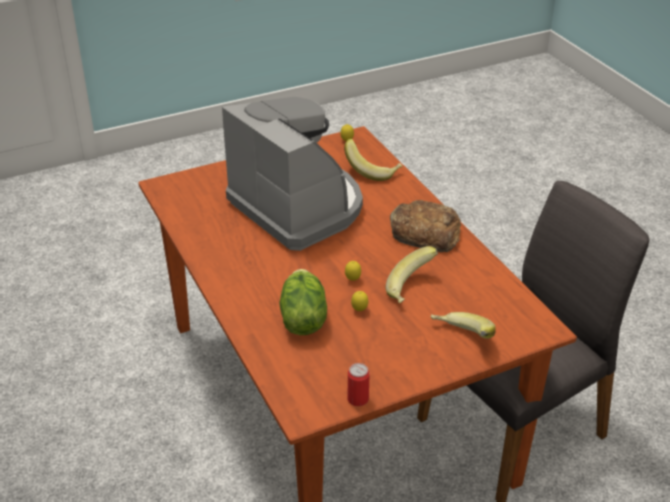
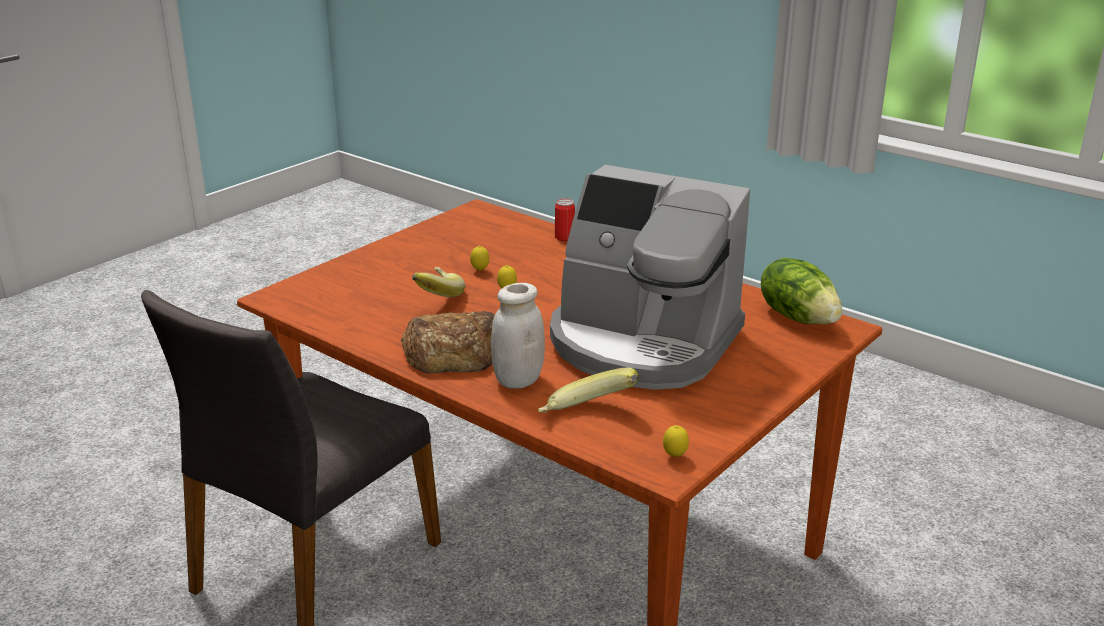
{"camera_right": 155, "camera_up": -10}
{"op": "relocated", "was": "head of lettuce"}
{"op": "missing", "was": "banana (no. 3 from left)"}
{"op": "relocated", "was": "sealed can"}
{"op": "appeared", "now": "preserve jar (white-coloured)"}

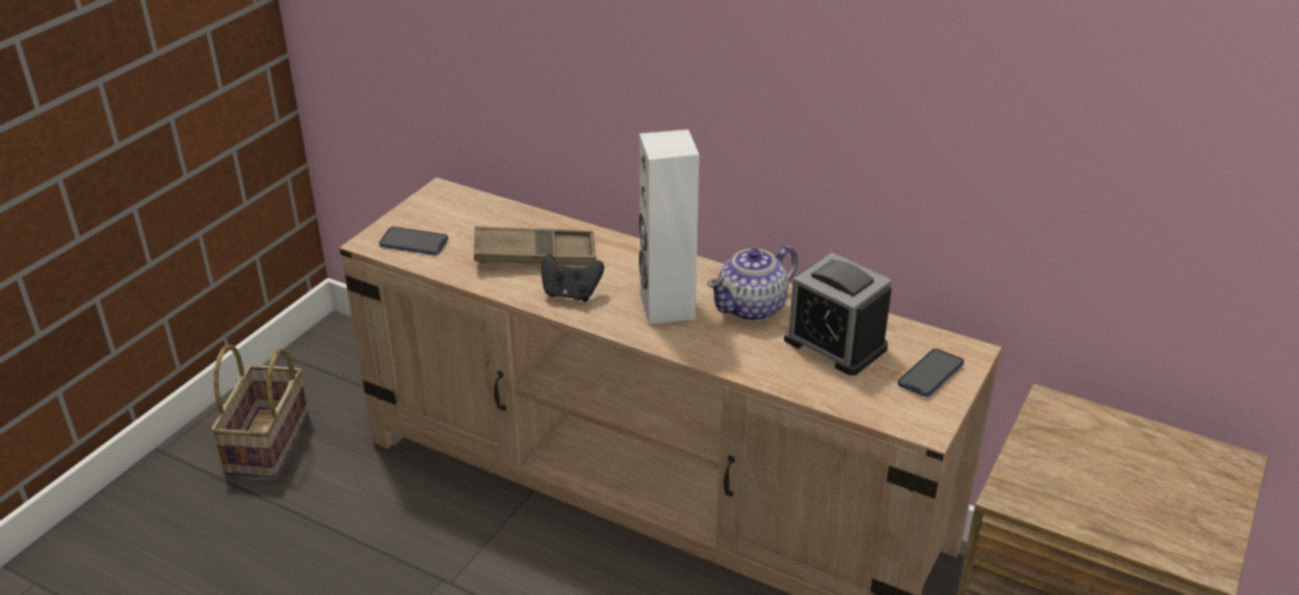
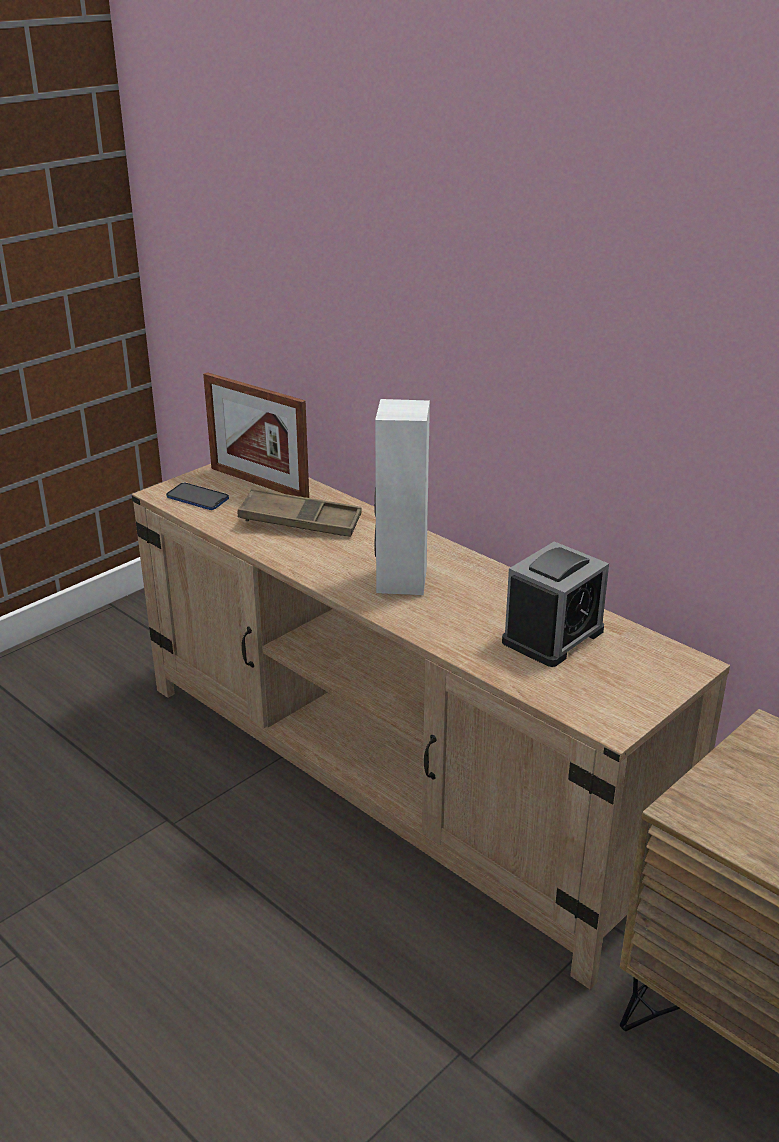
{"camera_right": 15, "camera_up": -5}
{"op": "missing", "was": "tea pot"}
{"op": "spun", "was": "alarm clock", "clockwise": -105}
{"op": "missing", "was": "gamepad (black-coloured)"}
{"op": "missing", "was": "storage basket"}
{"op": "missing", "was": "phone (no. 2 from left)"}
{"op": "appeared", "now": "standing frame"}

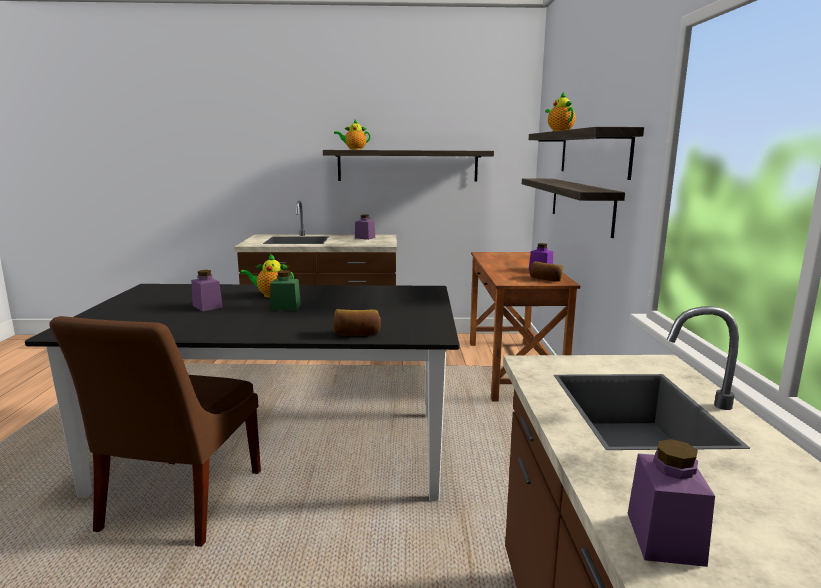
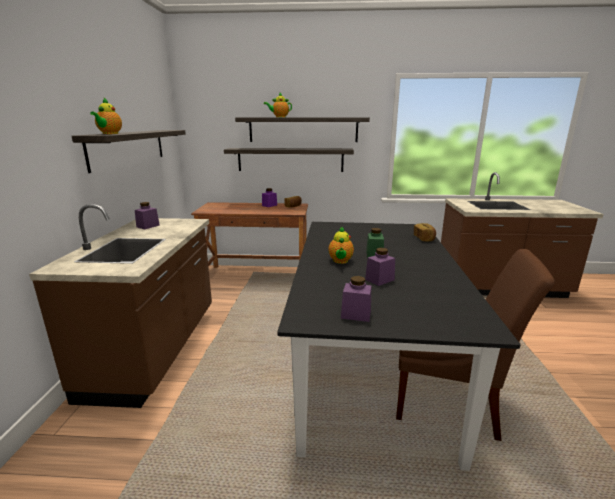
{"camera_right": -85, "camera_up": 5}
{"op": "relocated", "was": "preserve jar (purple) (no. 4 from left in the first image)", "now": "preserve jar (purple) (no. 3 from left)"}

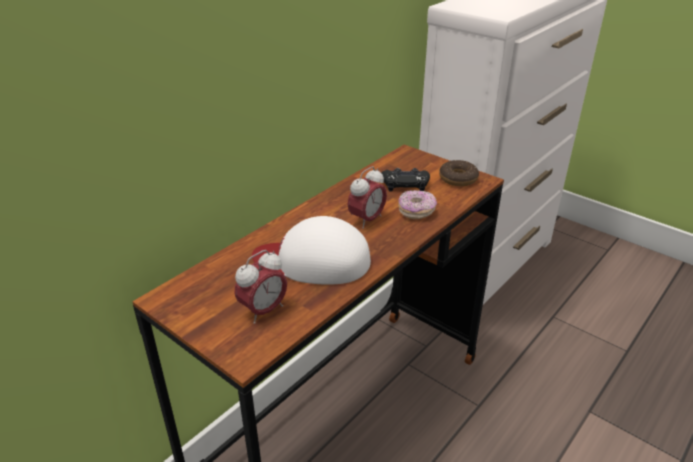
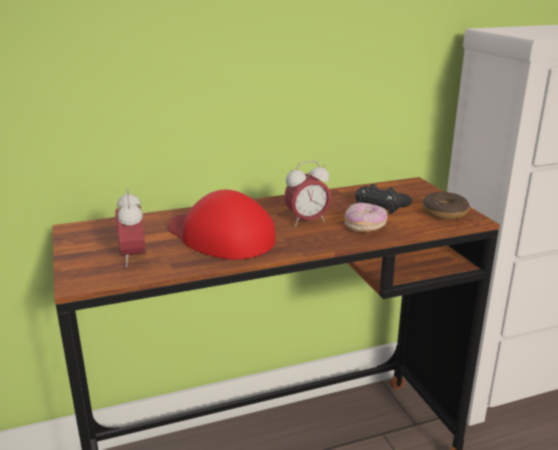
{"camera_right": 30, "camera_up": -10}
{"op": "colour", "was": "cap (white-coloured)", "now": "cap (red)"}
{"op": "spun", "was": "alarm clock (no. 1 from left)", "clockwise": 90}

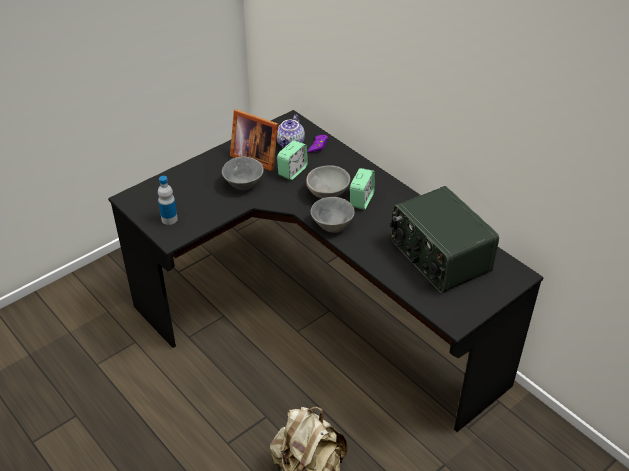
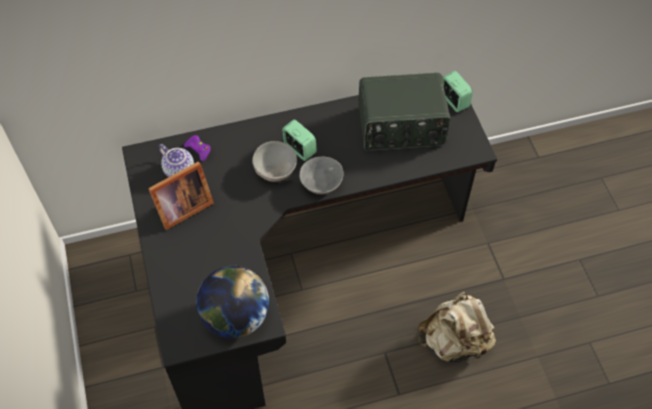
{"camera_right": -65, "camera_up": 15}
{"op": "relocated", "was": "alarm clock (no. 1 from left in the first image)", "now": "alarm clock (no. 2 from left)"}
{"op": "missing", "was": "deep dish (greyish) (no. 1 from left)"}
{"op": "exchanged", "was": "bottle", "now": "desk globe"}

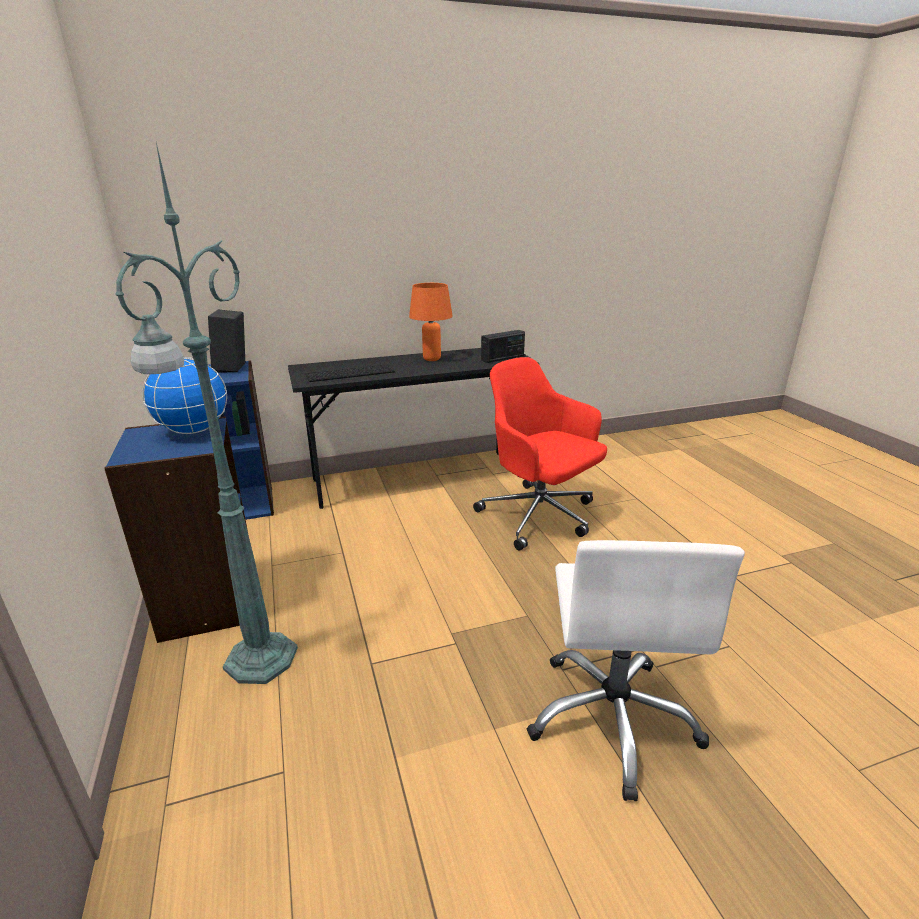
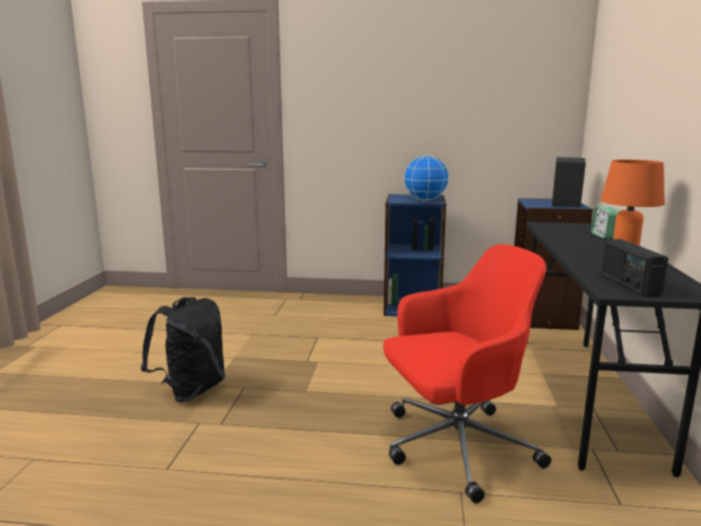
{"camera_right": 115, "camera_up": -10}
{"op": "missing", "was": "standing lamp (green-coloured)"}
{"op": "missing", "was": "keyboard"}
{"op": "exchanged", "was": "office chair (white-coloured)", "now": "rucksack (black-coloured)"}
{"op": "appeared", "now": "alarm clock"}

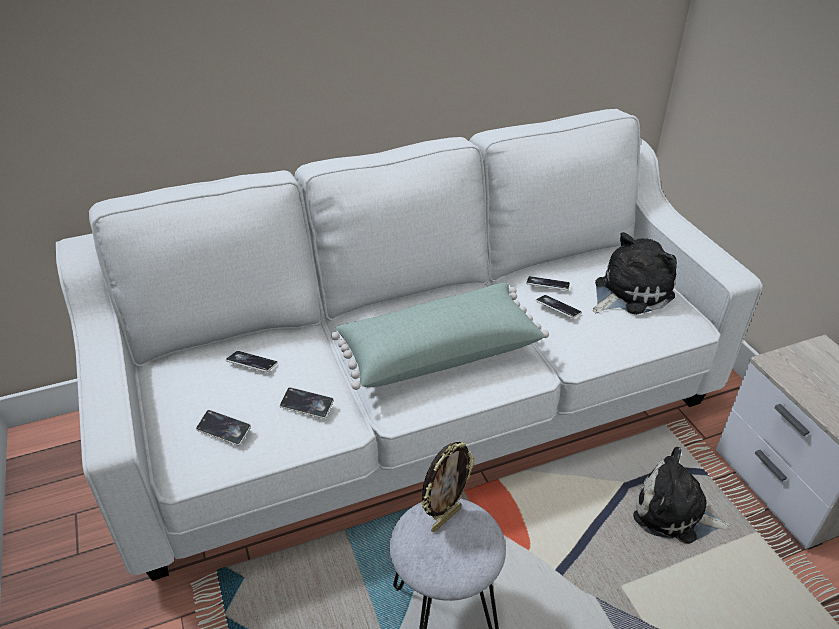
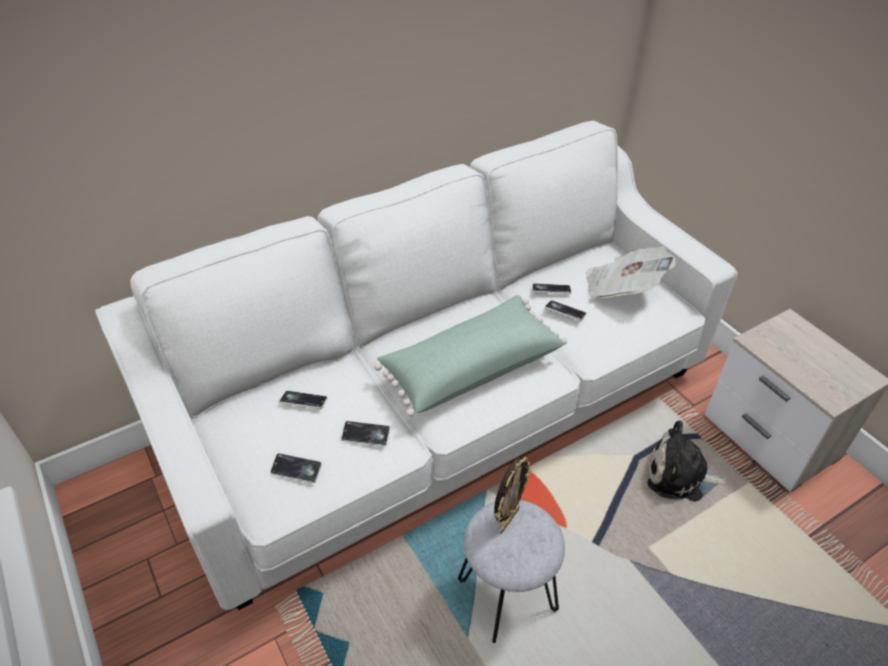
{"camera_right": -10, "camera_up": 5}
{"op": "exchanged", "was": "cuddly toy (no. 1 from left)", "now": "printed paper"}

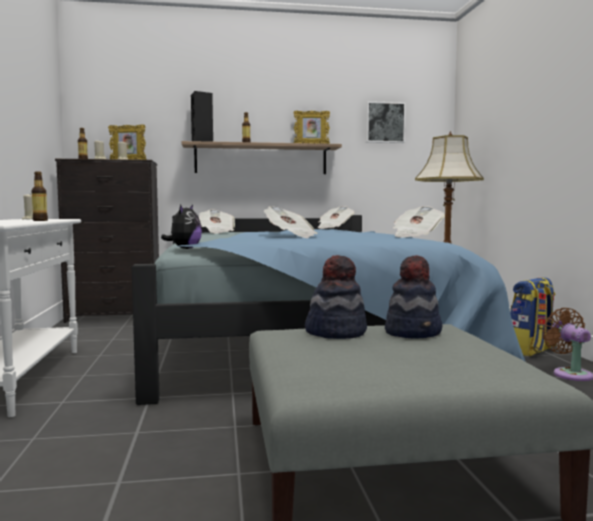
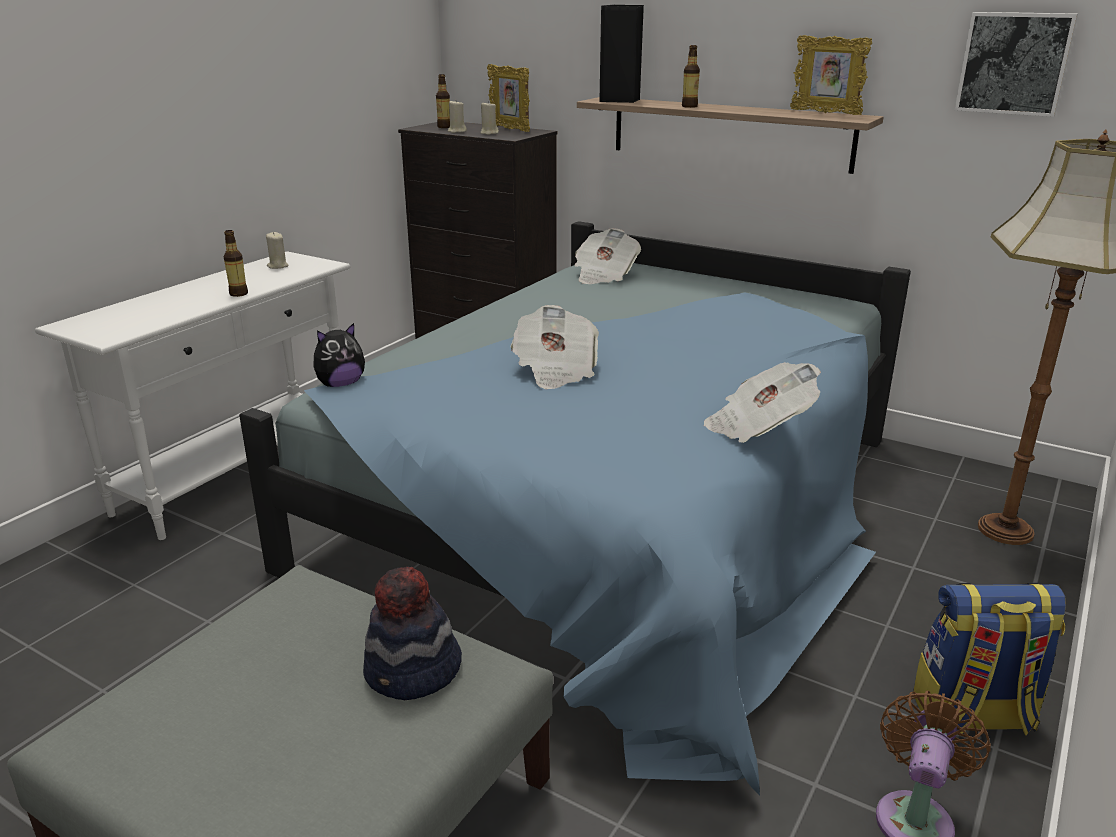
{"camera_right": 40, "camera_up": 20}
{"op": "missing", "was": "printed paper (no. 3 from left)"}
{"op": "missing", "was": "hat (no. 1 from left)"}

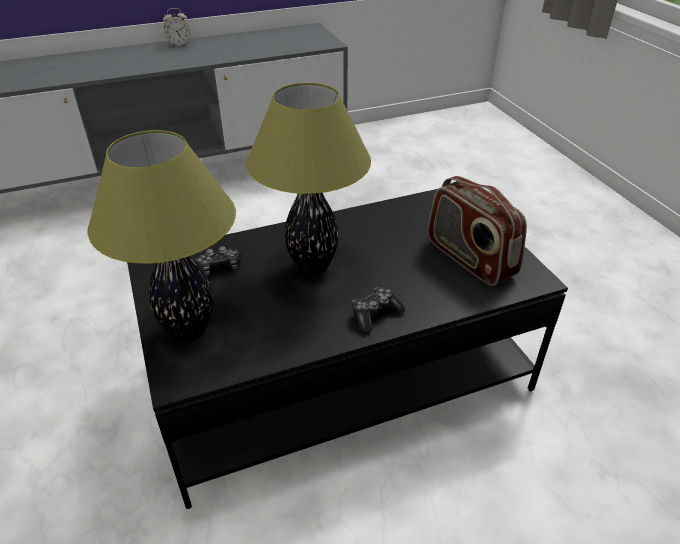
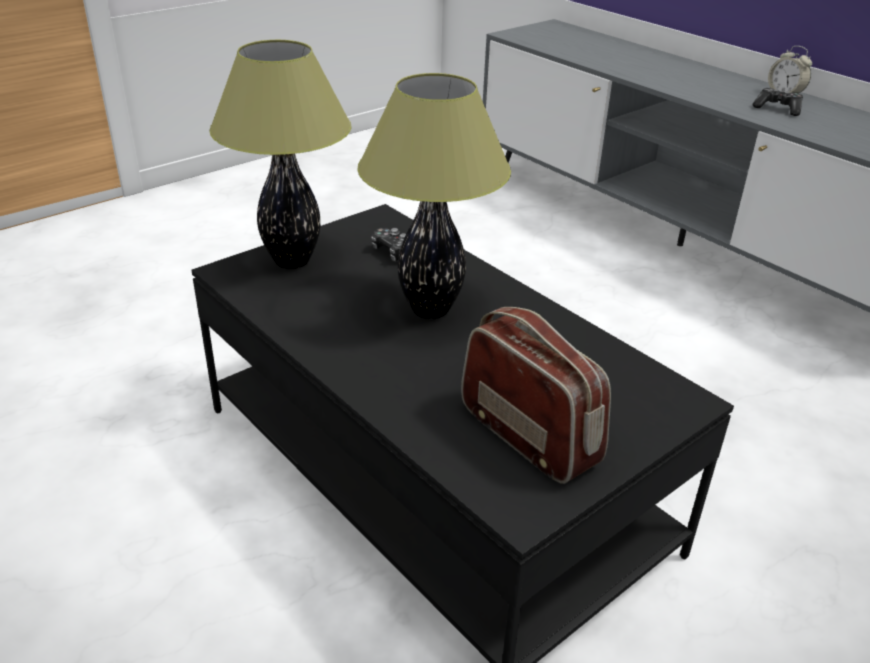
{"camera_right": 70, "camera_up": -5}
{"op": "spun", "was": "radio", "clockwise": 105}
{"op": "relocated", "was": "gamepad (no. 2 from left)"}

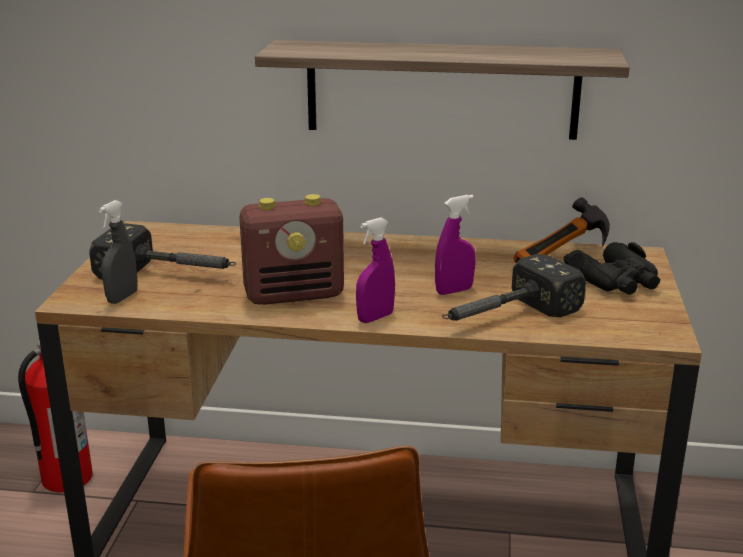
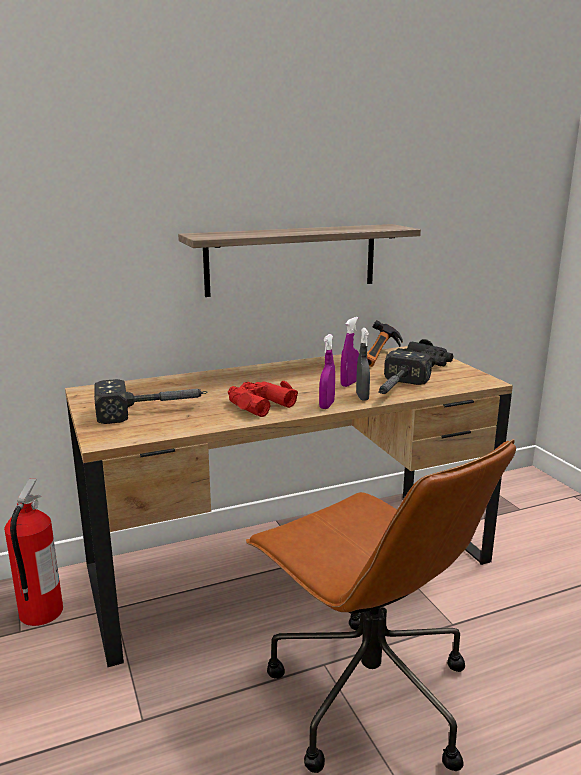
{"camera_right": -30, "camera_up": -5}
{"op": "exchanged", "was": "radio", "now": "field glasses (red)"}
{"op": "relocated", "was": "sprayer (greyish)"}

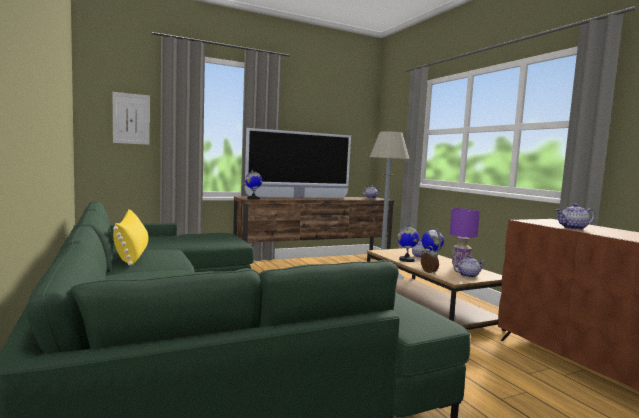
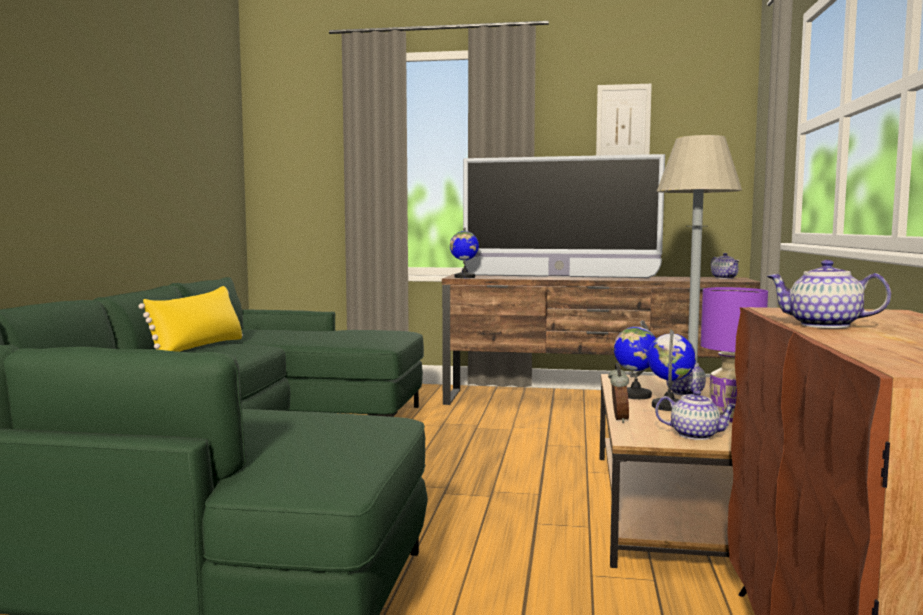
{"camera_right": 35, "camera_up": 0}
{"op": "relocated", "was": "picture"}

